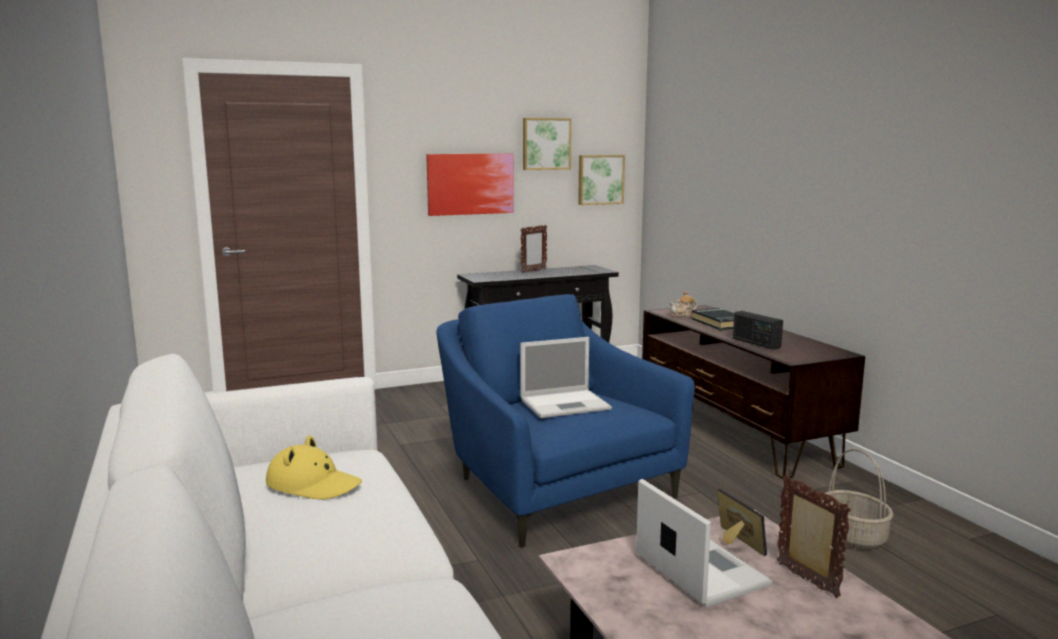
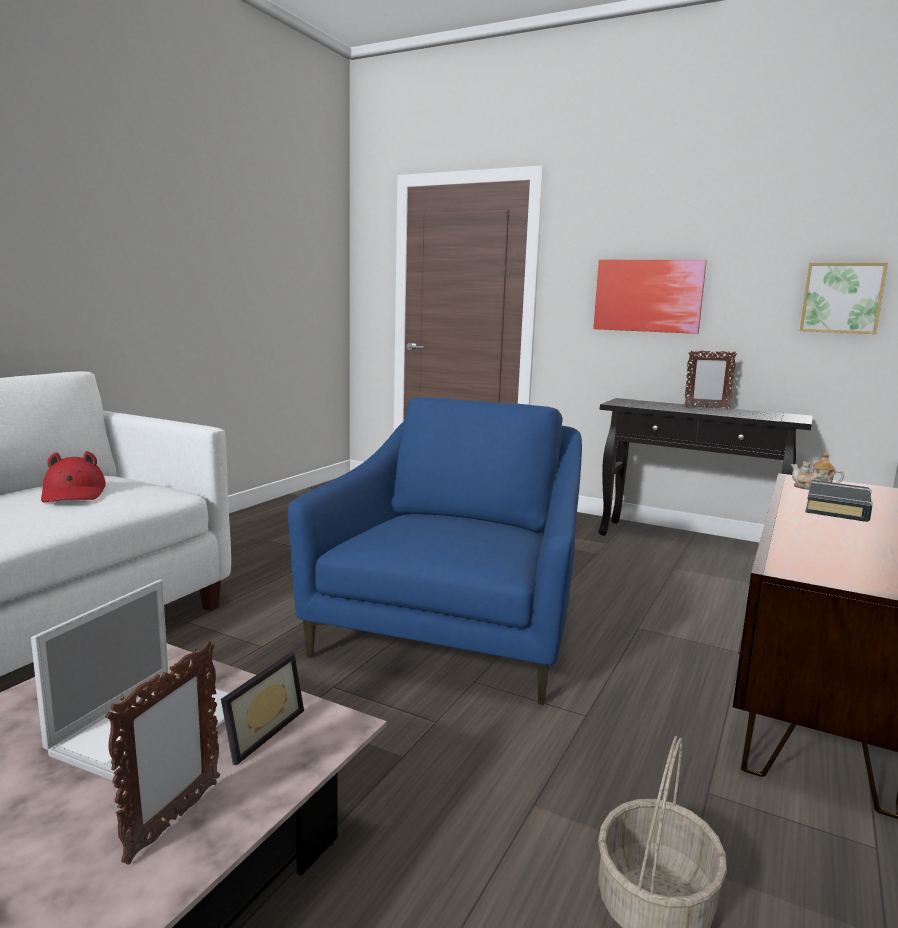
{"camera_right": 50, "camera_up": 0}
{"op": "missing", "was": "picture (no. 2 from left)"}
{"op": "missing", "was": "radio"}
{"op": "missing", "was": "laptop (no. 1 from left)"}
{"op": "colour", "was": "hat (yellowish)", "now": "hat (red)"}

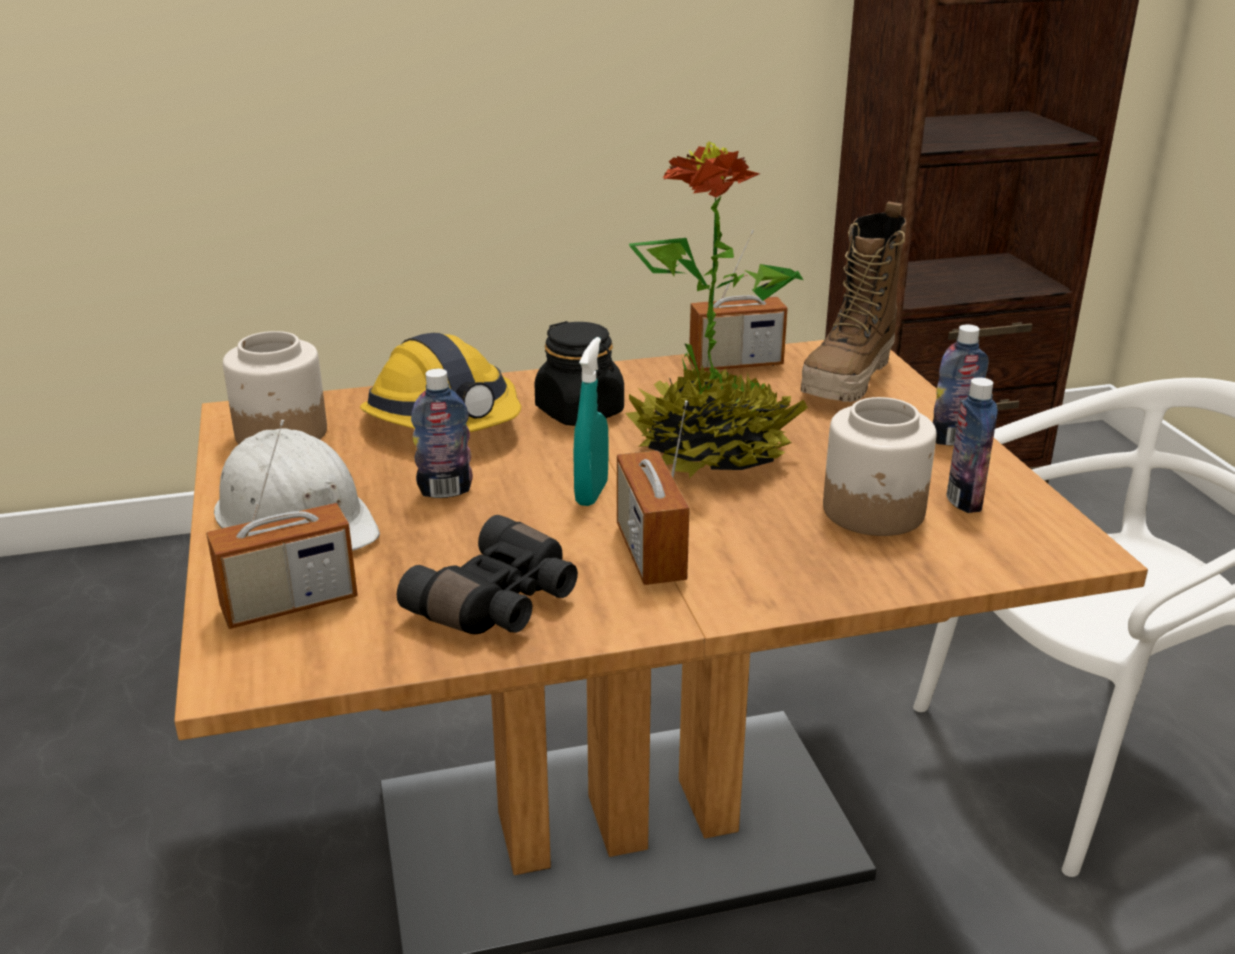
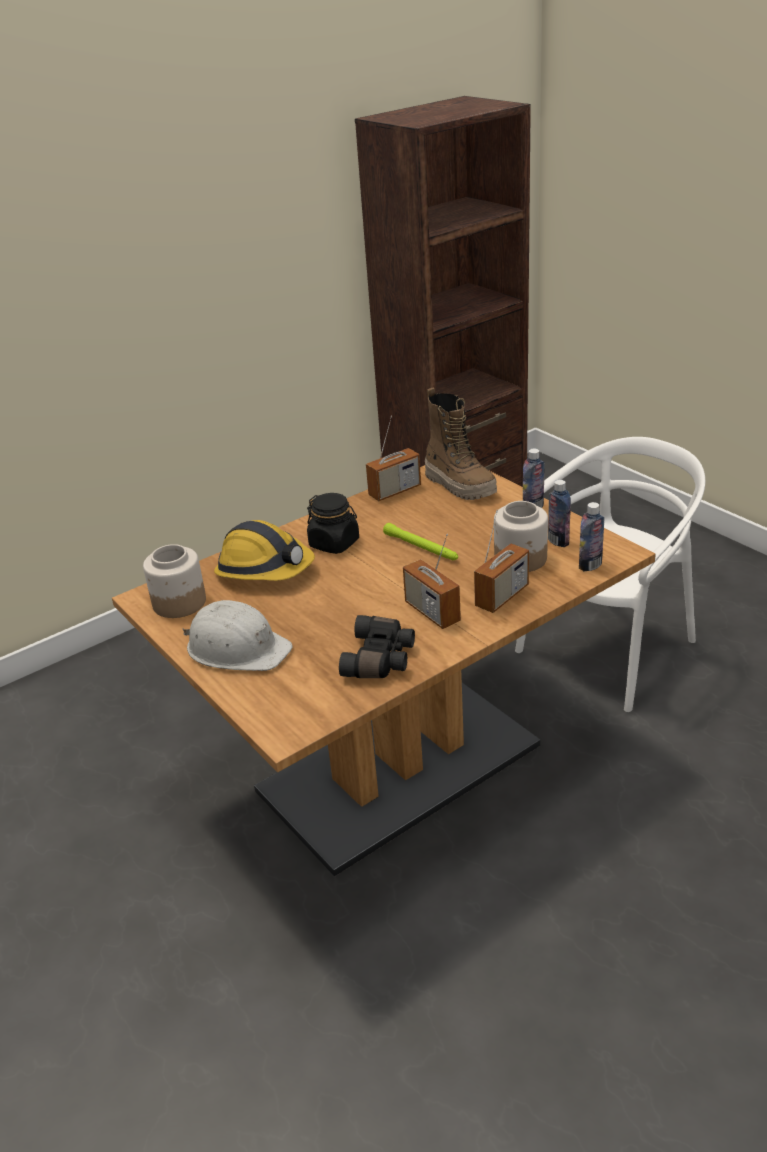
{"camera_right": -20, "camera_up": 5}
{"op": "exchanged", "was": "houseplant", "now": "torch (green-coloured)"}
{"op": "spun", "was": "high-top boot", "clockwise": -45}
{"op": "missing", "was": "sprayer (turquoise)"}
{"op": "relocated", "was": "bottle (no. 1 from left in the first image)", "now": "bottle (no. 3 from left)"}
{"op": "relocated", "was": "radio (no. 1 from left in the first image)", "now": "radio (no. 3 from left)"}

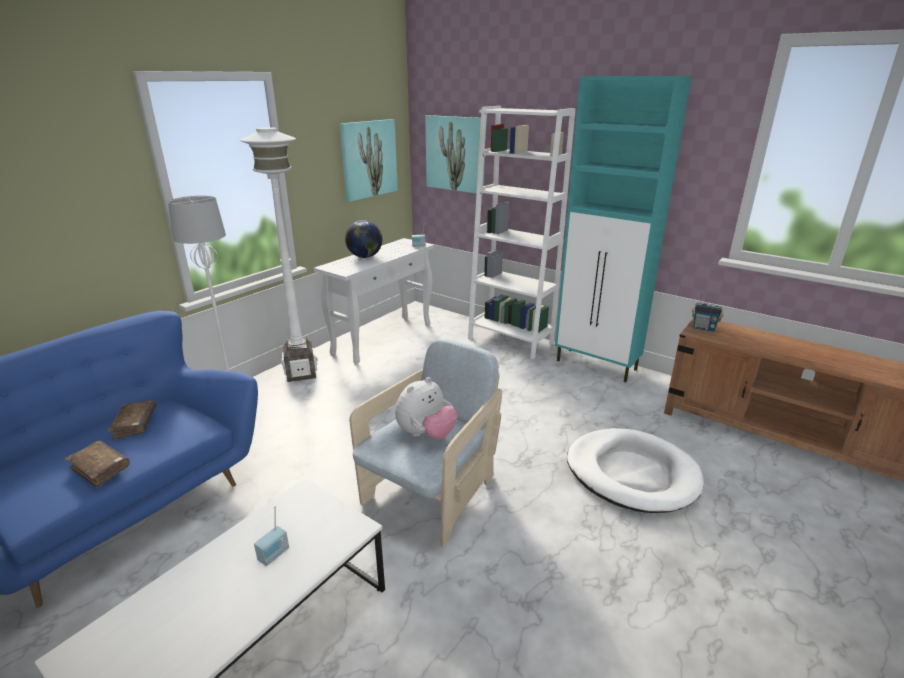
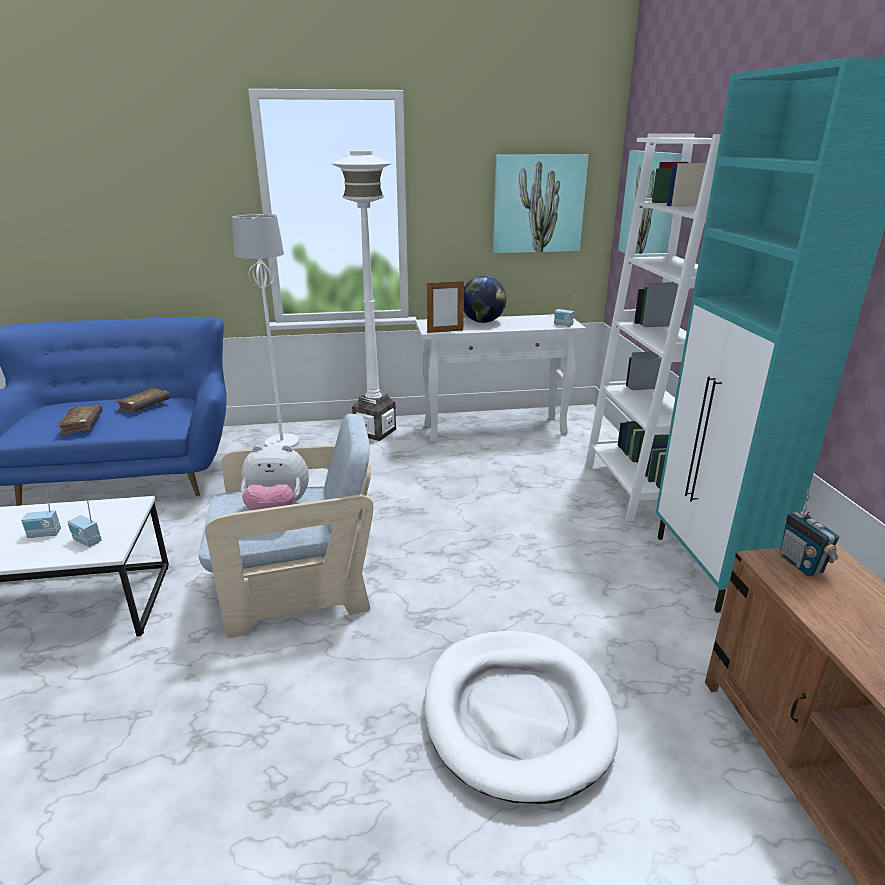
{"camera_right": 45, "camera_up": 0}
{"op": "appeared", "now": "standing frame"}
{"op": "appeared", "now": "radio (no. 2 from left)"}

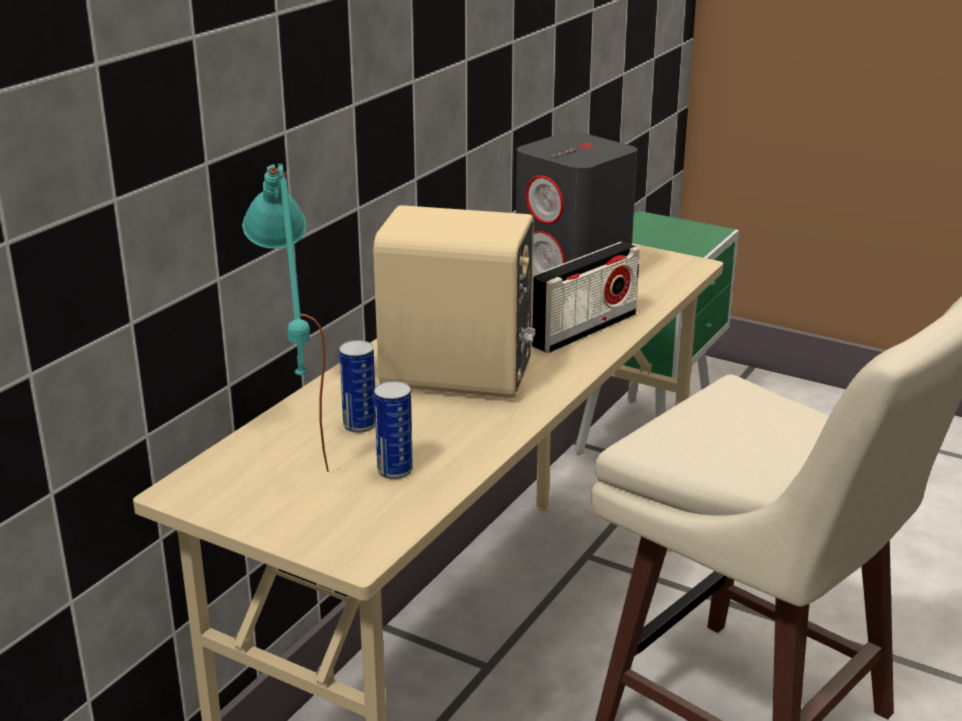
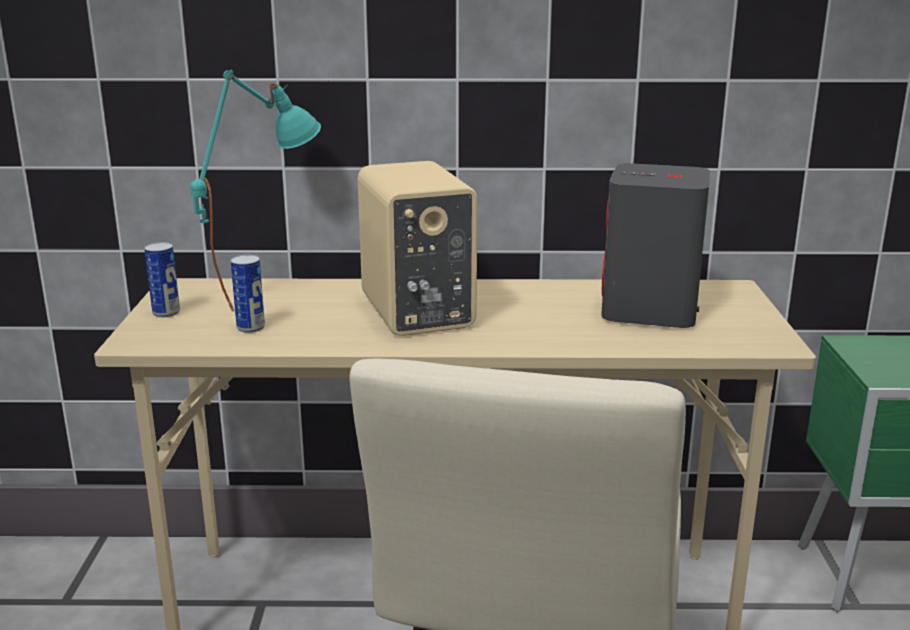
{"camera_right": 60, "camera_up": -5}
{"op": "missing", "was": "radio"}
{"op": "relocated", "was": "sealed can (no. 1 from left)"}

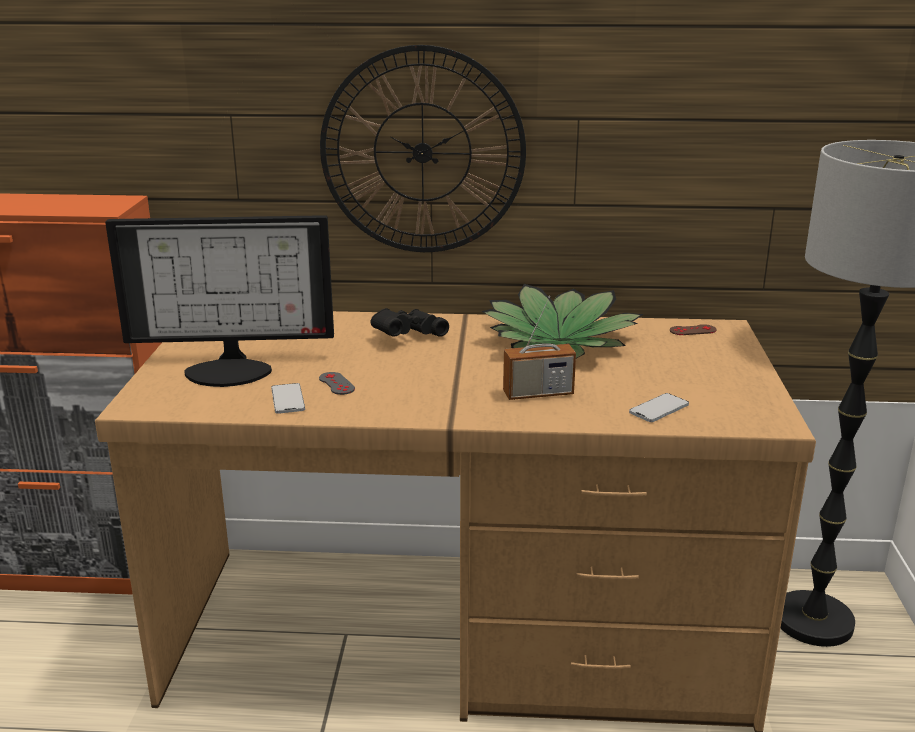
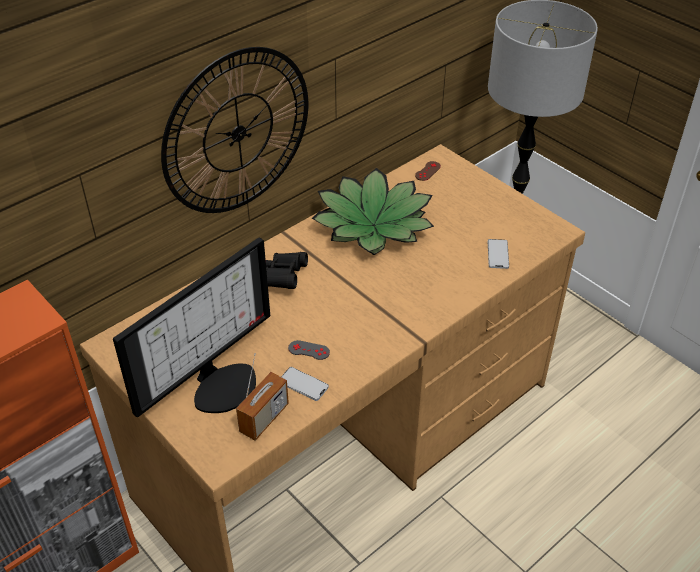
{"camera_right": -45, "camera_up": 20}
{"op": "relocated", "was": "radio"}

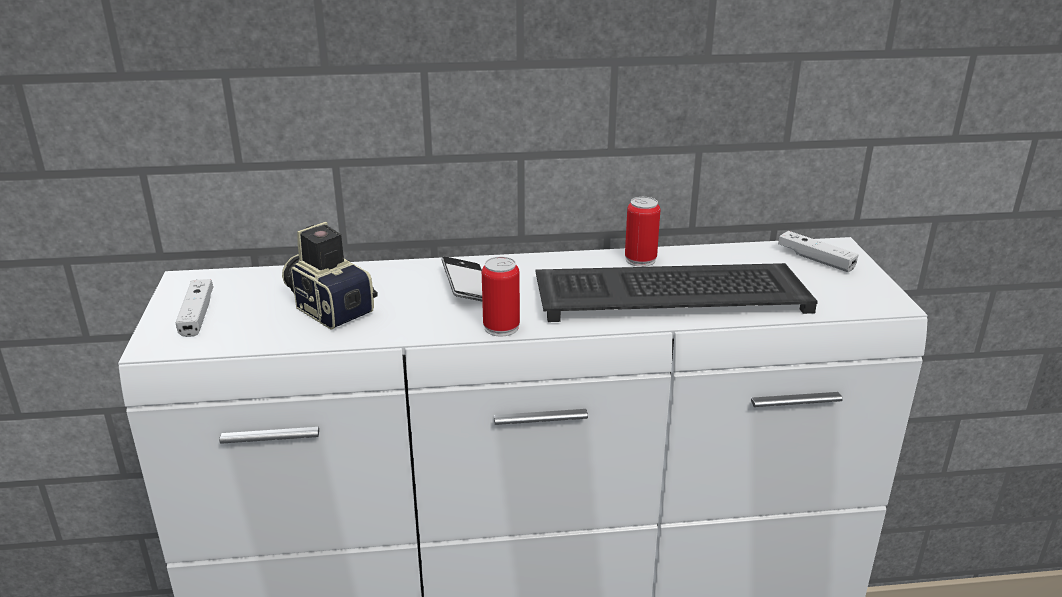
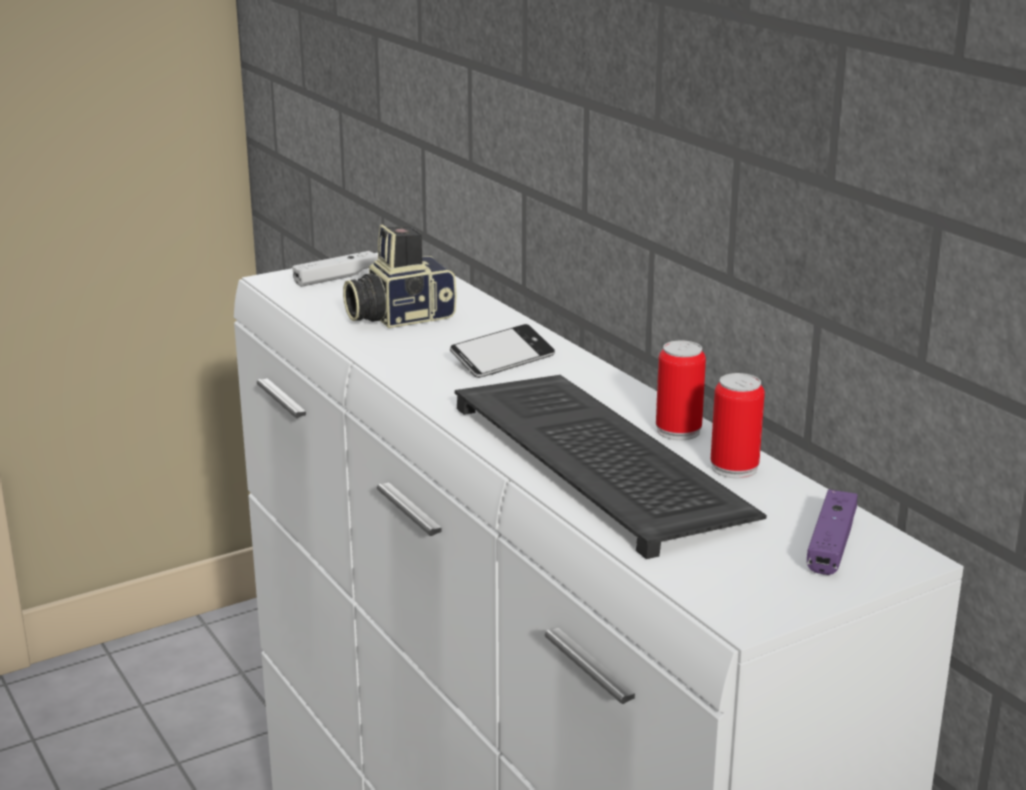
{"camera_right": 65, "camera_up": -5}
{"op": "spun", "was": "photo camera", "clockwise": -135}
{"op": "colour", "was": "gamepad (white-coloured) (no. 2 from left)", "now": "gamepad (purple)"}
{"op": "relocated", "was": "sealed can (no. 1 from left in the first image)", "now": "sealed can (no. 2 from left)"}

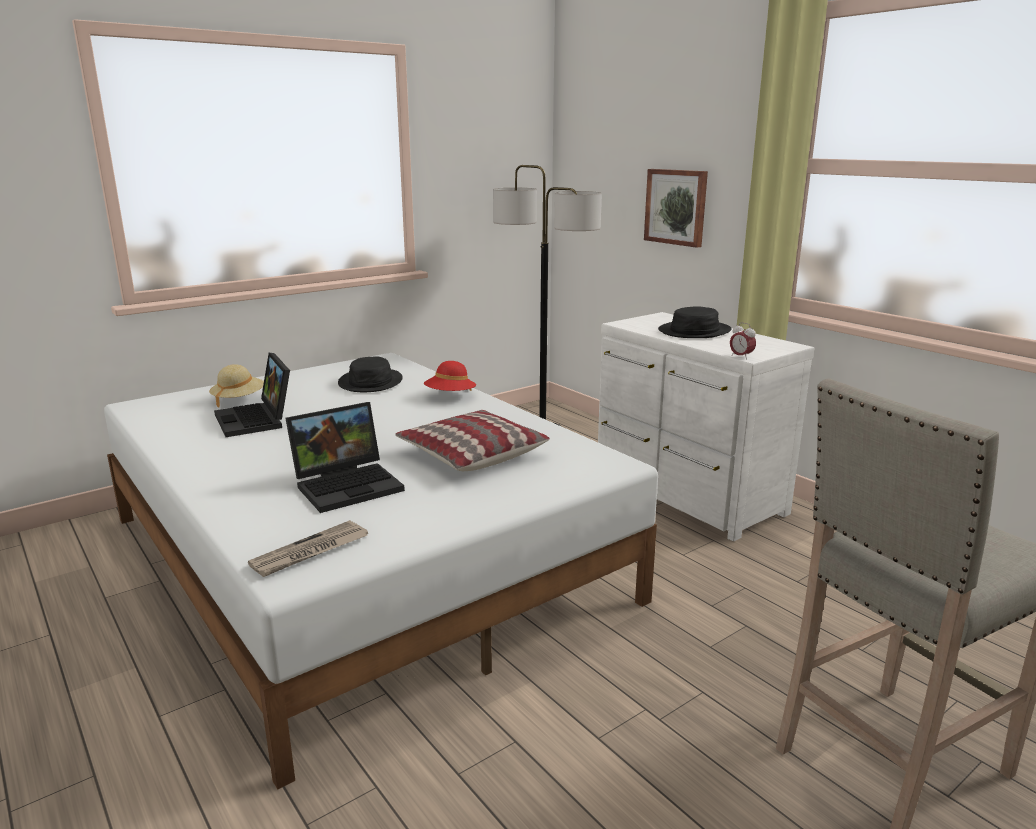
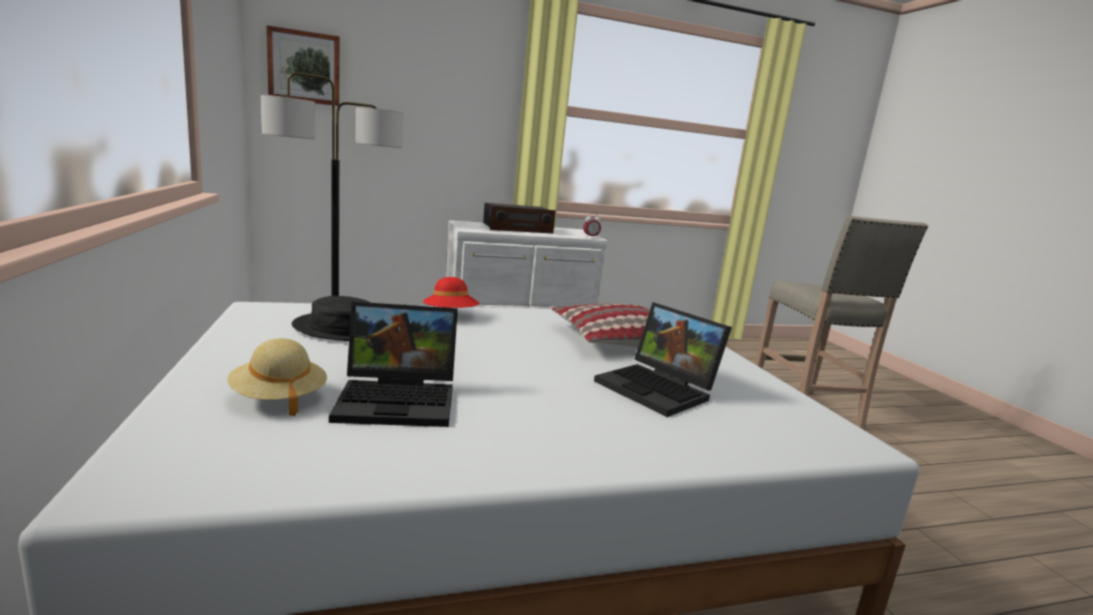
{"camera_right": -70, "camera_up": -5}
{"op": "relocated", "was": "picture"}
{"op": "exchanged", "was": "hat (black-coloured) (no. 2 from left)", "now": "radio"}
{"op": "spun", "was": "laptop (no. 2 from left)", "clockwise": 150}
{"op": "missing", "was": "printed paper"}

